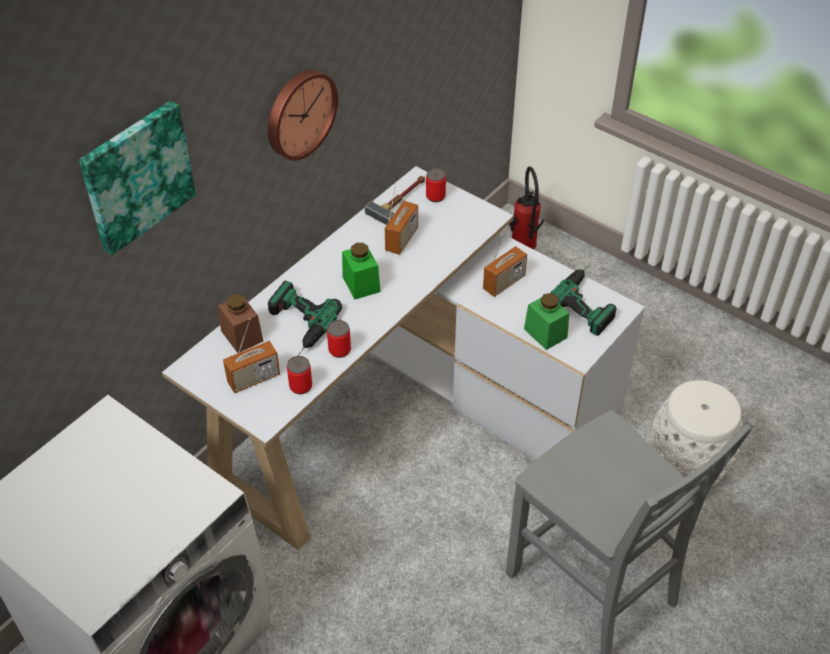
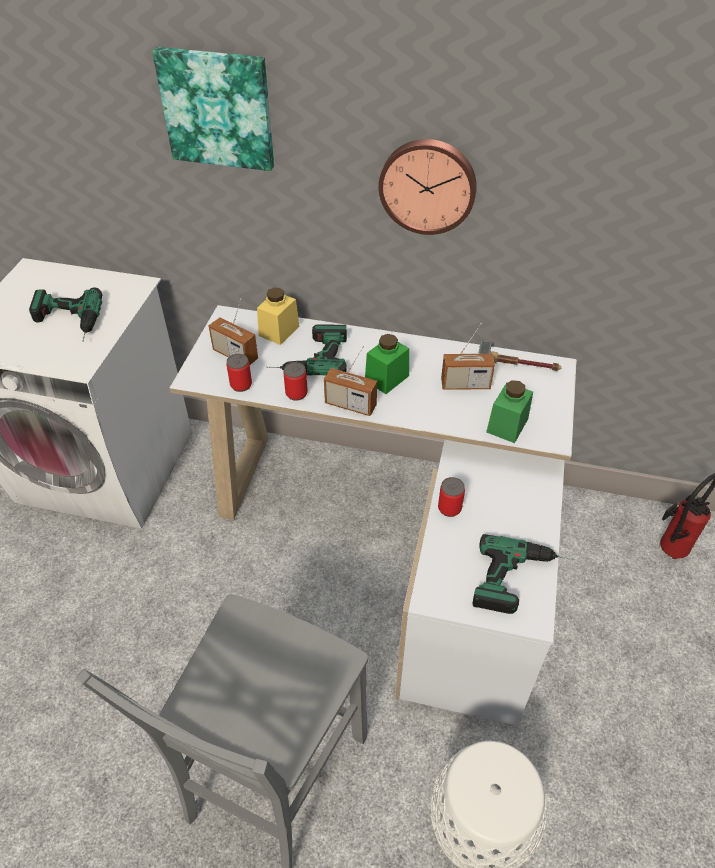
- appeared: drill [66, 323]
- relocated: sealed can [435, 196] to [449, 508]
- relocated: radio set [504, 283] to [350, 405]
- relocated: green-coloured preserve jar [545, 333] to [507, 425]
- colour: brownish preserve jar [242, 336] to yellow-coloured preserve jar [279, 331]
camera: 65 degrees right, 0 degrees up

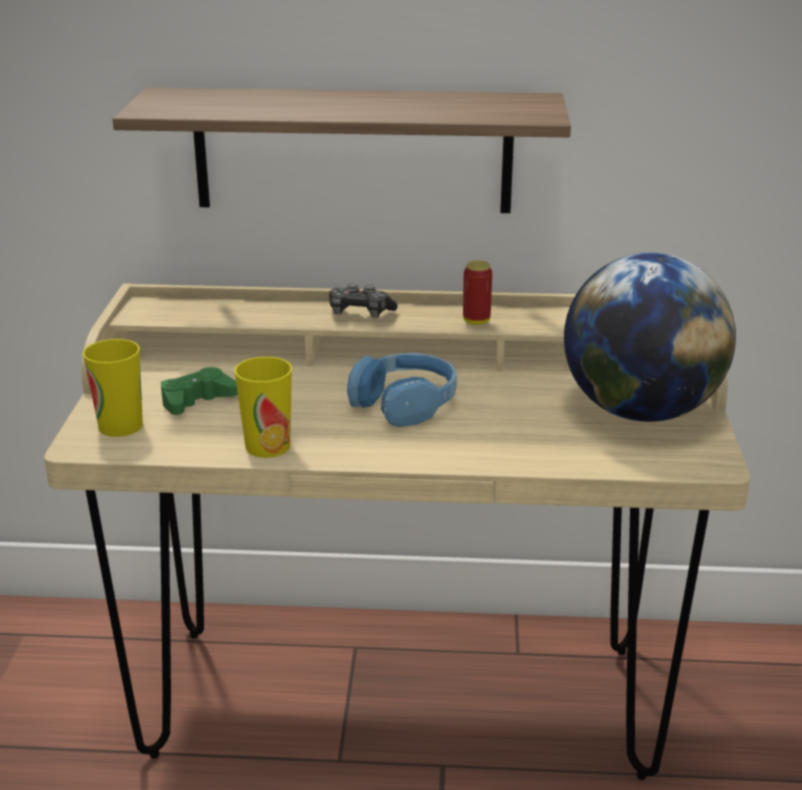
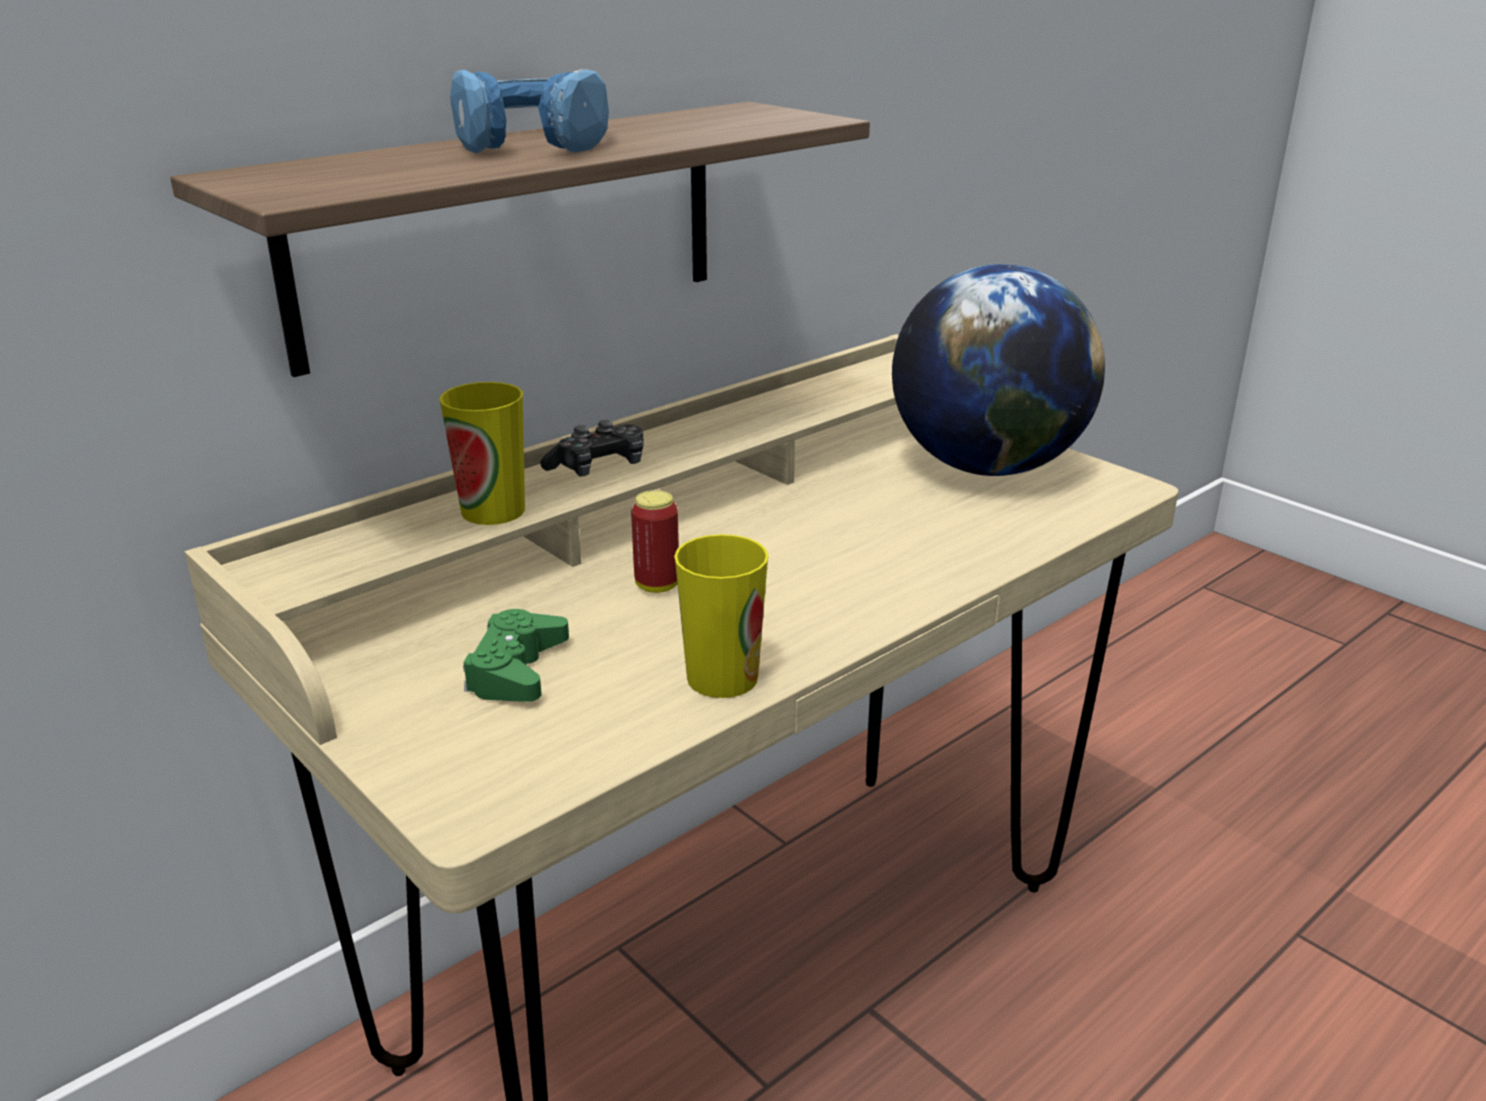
- relocated: small cup [120, 426] to [493, 510]
- relocated: bluish headset [405, 403] to [534, 142]
- relocated: sealed can [476, 321] to [657, 586]
camera: 45 degrees left, 0 degrees up

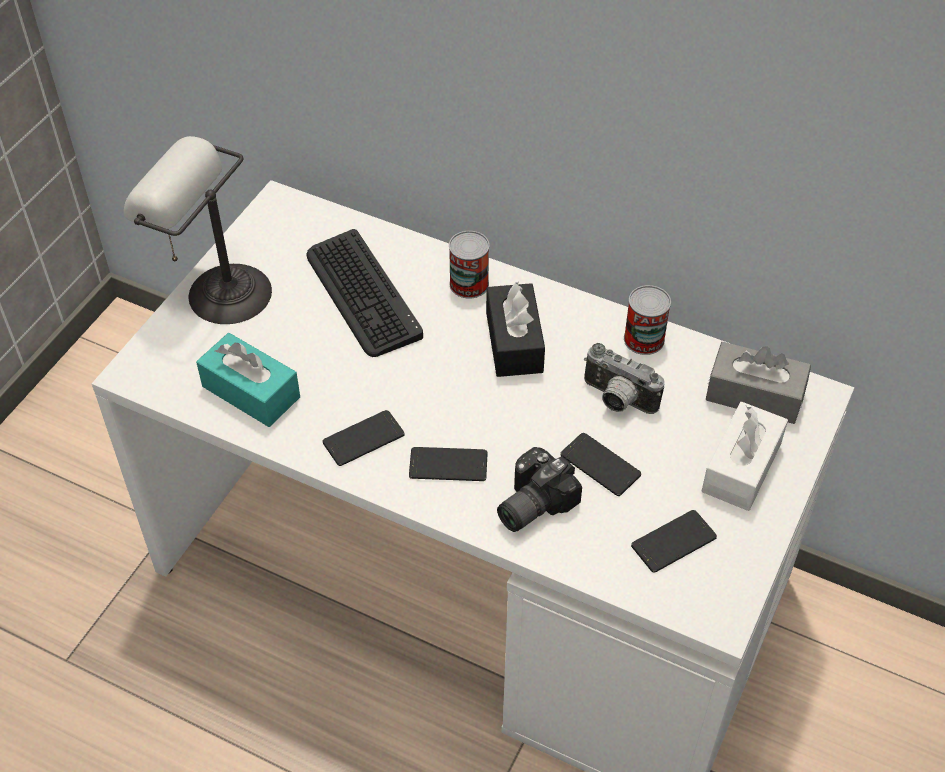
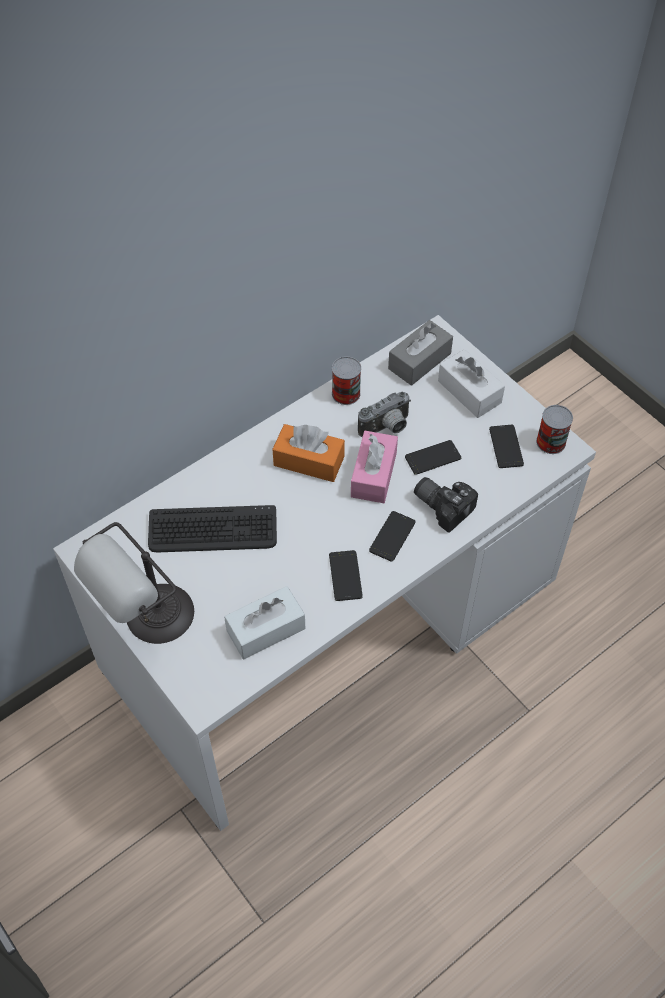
- appeared: pink-coloured box of tissues [373, 475]
- relocated: sealed can [469, 284] to [551, 442]
- colour: turquoise-coloured box of tissues [251, 392] to white box of tissues [266, 629]
- colour: blackish box of tissues [514, 342] to orangey box of tissues [309, 461]
- spun: still camera [530, 503] = [444, 505] 150 degrees clockwise
camera: 65 degrees left, 5 degrees up

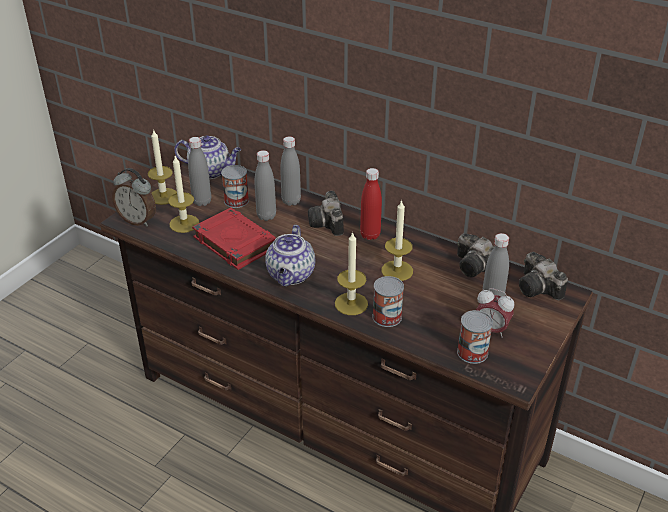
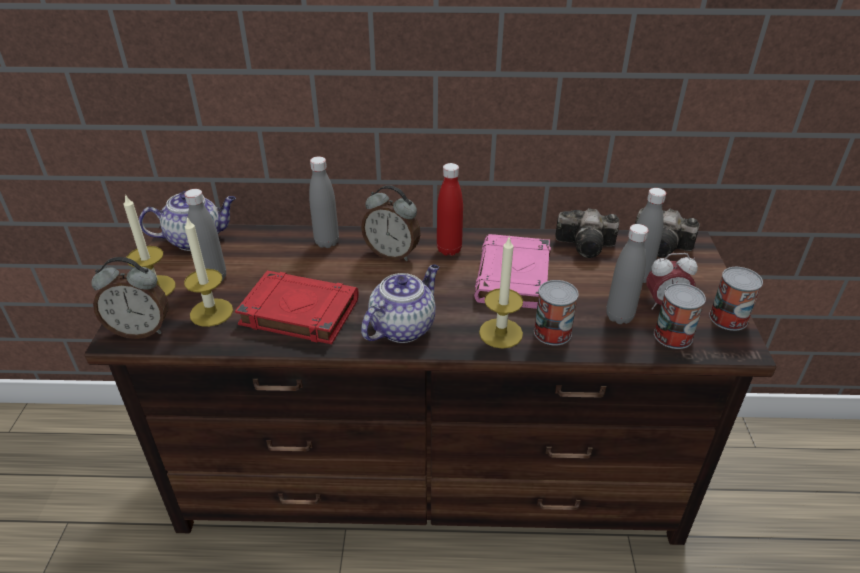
- relocated: sealed can [236, 200] to [728, 318]
- relocated: gray drink bottle [266, 216] to [619, 316]
- exchanged: still camera [328, 224] to bedside clock [392, 254]
- exchanged: wax candle [397, 271] to pink-coloured volume [513, 278]
- spun: tea pot [291, 275] = [403, 327] 120 degrees counterclockwise
camera: 30 degrees left, 0 degrees up

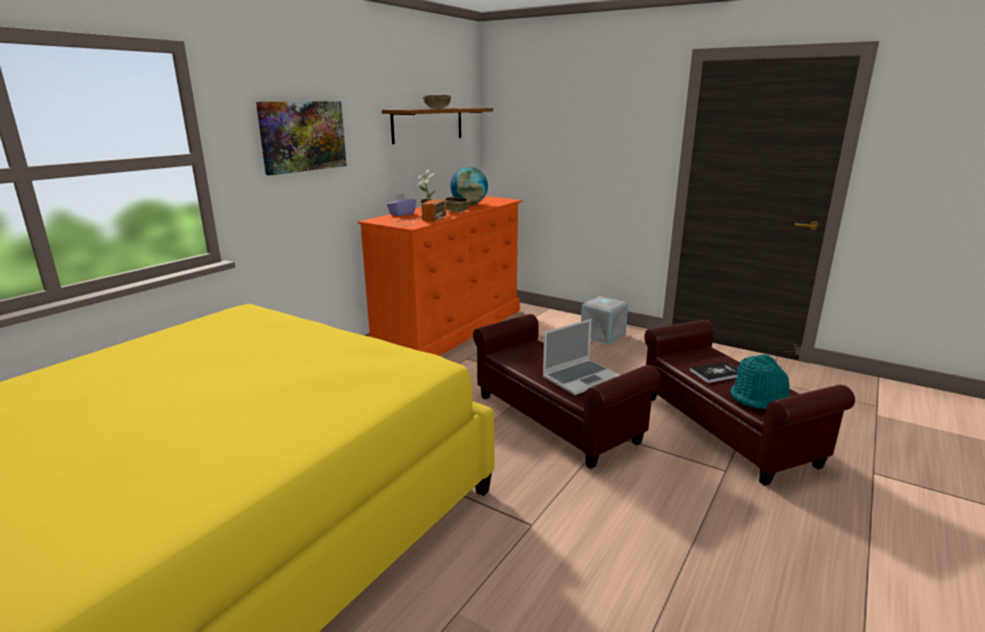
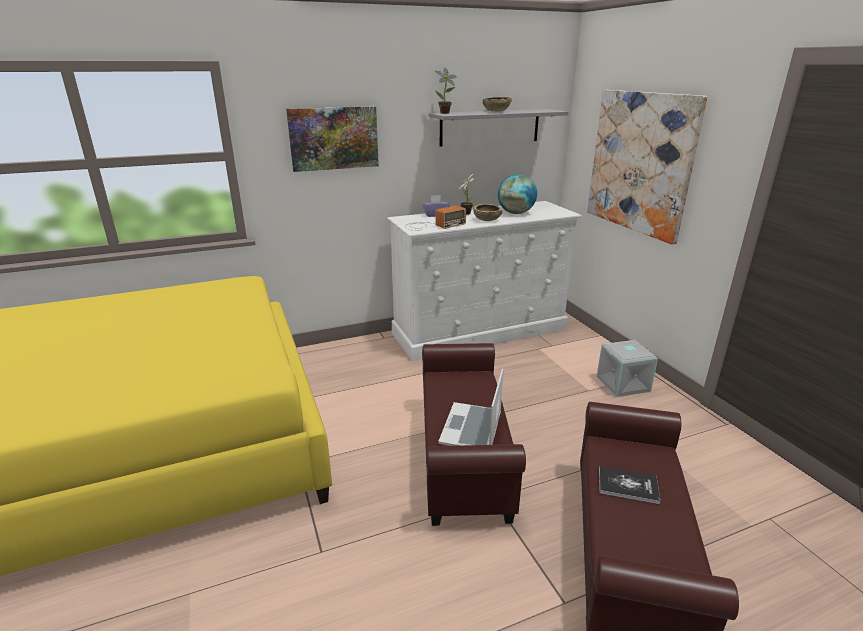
- missing: turquoise-coloured hat [759, 398]
- appeared: potted plant [446, 113]
- appeared: picture [640, 163]
- colour: orangey drawer chest [452, 329] to white drawer chest [481, 331]
- colour: brownish wall shelf [428, 124] to gray wall shelf [490, 127]
- spun: notebook computer [580, 378] = [472, 429] 105 degrees clockwise
camera: 35 degrees right, 5 degrees up

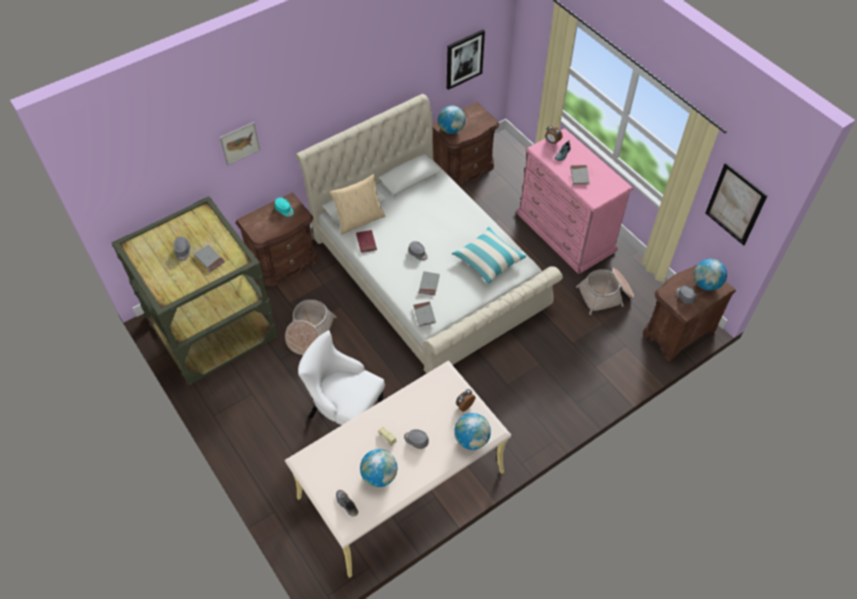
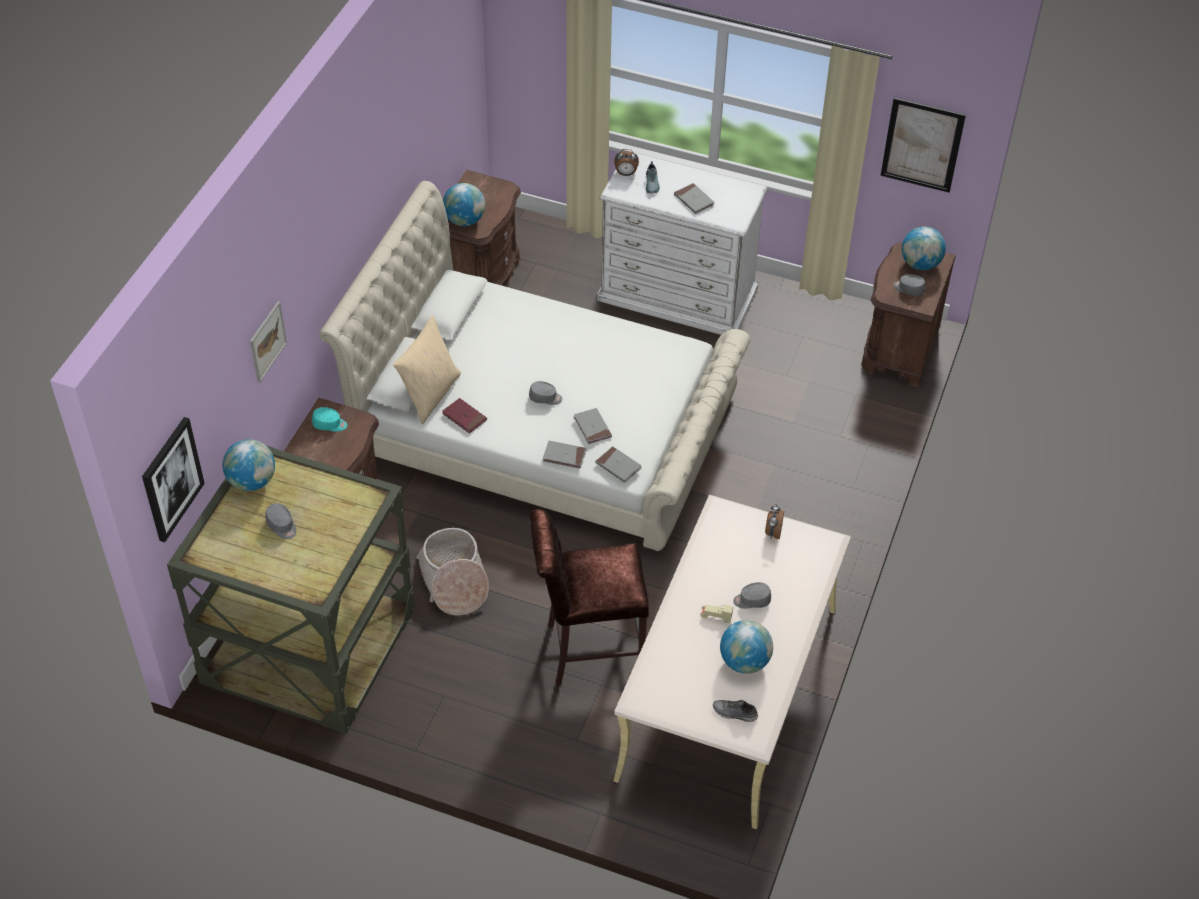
- missing: pillow [488, 260]
- missing: storage basket [605, 295]
- relocated: gray volume [209, 259] to [564, 456]
- relocated: picture [464, 59] to [171, 479]
- relocated: globe [471, 439] to [252, 481]
- exchanged: white plain chair [346, 412] to brownish sitting stool [588, 649]
- colour: pink-coloured drawer chest [566, 232] to white drawer chest [678, 294]
camera: 35 degrees left, 5 degrees down

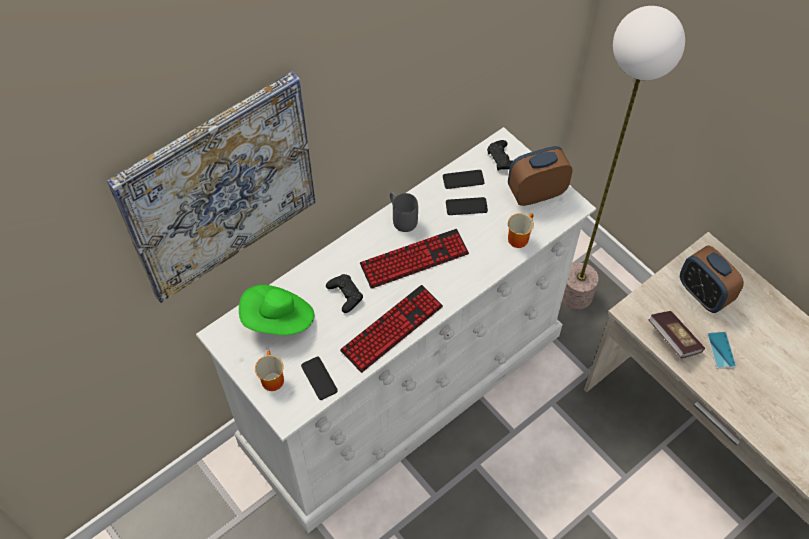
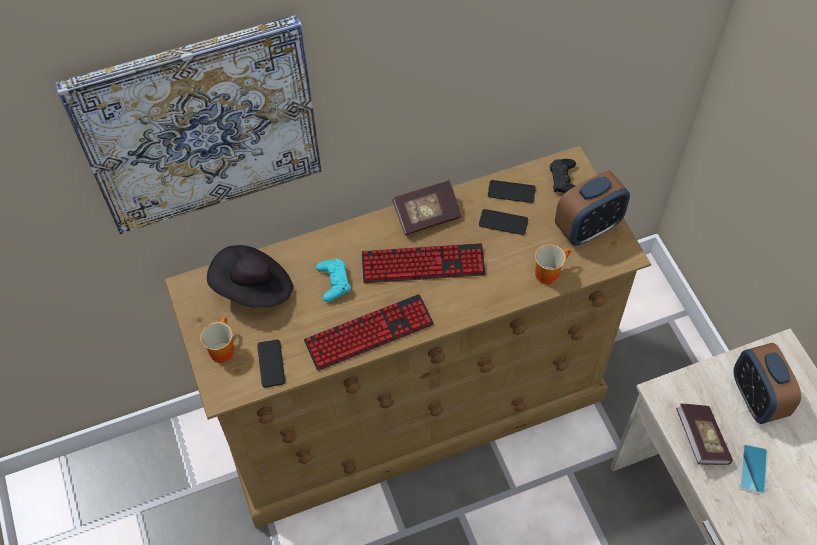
- missing: standing lamp [575, 295]
- exchanged: gray tea mug [401, 218] to volume [427, 216]
- colour: white drawer chest [406, 388] to brownish drawer chest [414, 407]
- colour: green-coloured hat [279, 320] to blackish hat [254, 289]
- colour: blackish gamepad [345, 295] to turquoise-coloured gamepad [334, 282]
- spun: bedside clock [536, 193] = [588, 228] 150 degrees clockwise
camera: 20 degrees right, 0 degrees up

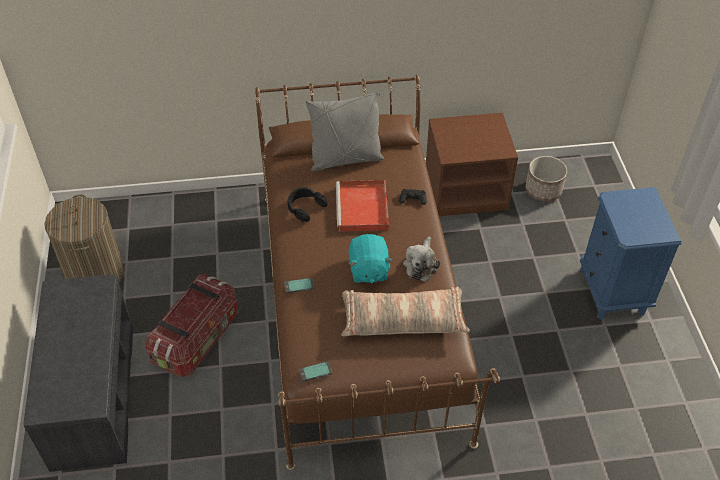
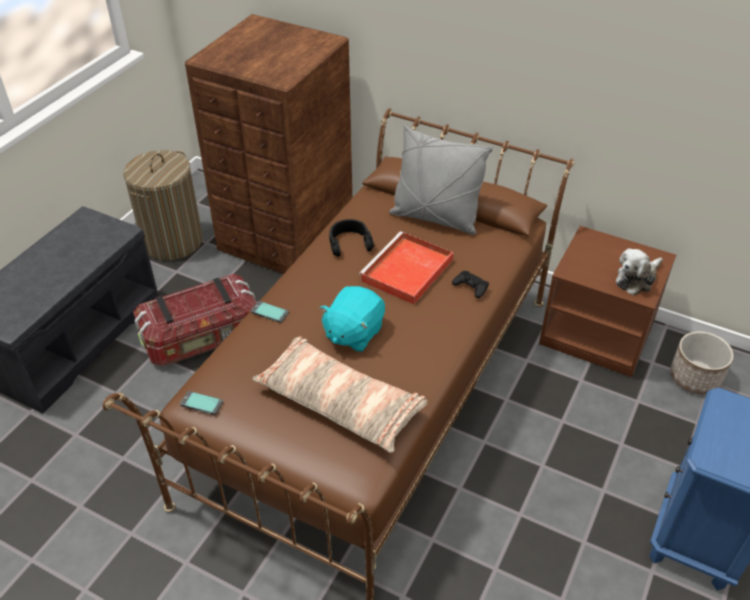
- appeared: brownish drawer chest [286, 237]
- relocated: plush toy [421, 264] to [636, 279]
camera: 35 degrees right, 5 degrees down

